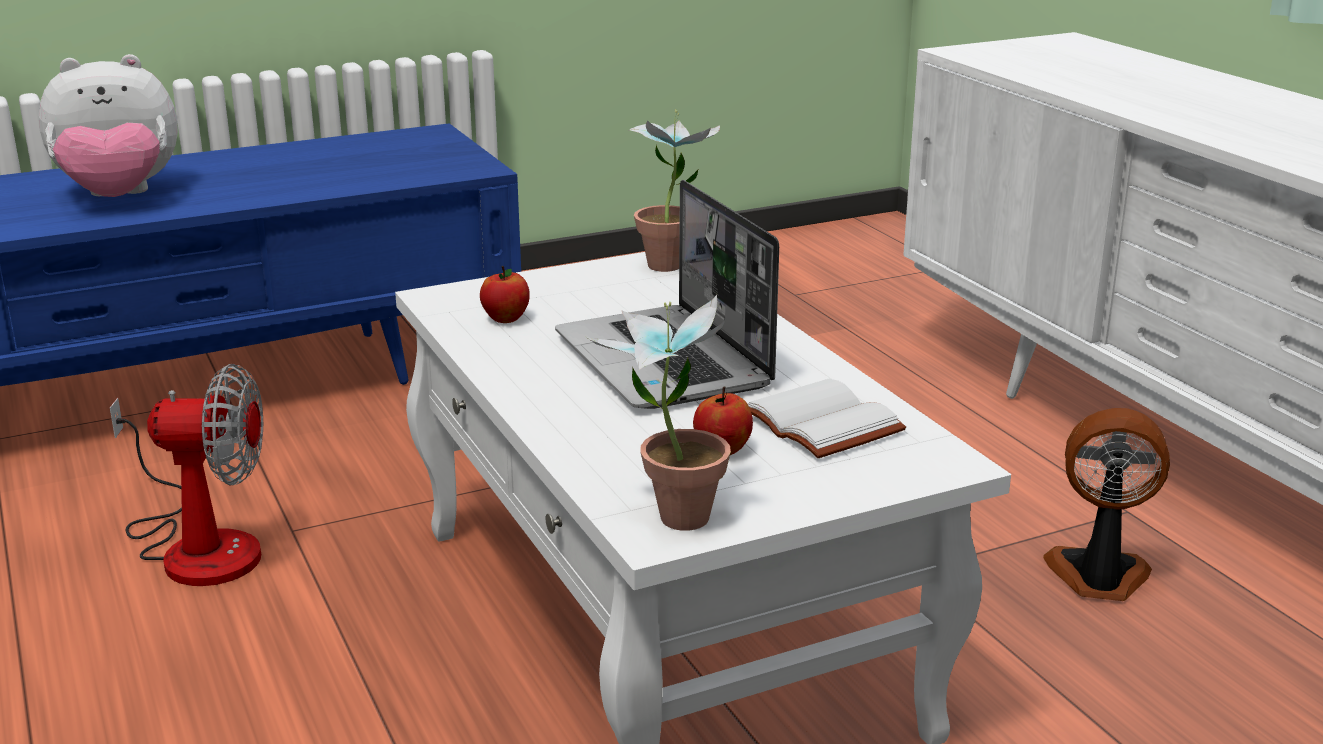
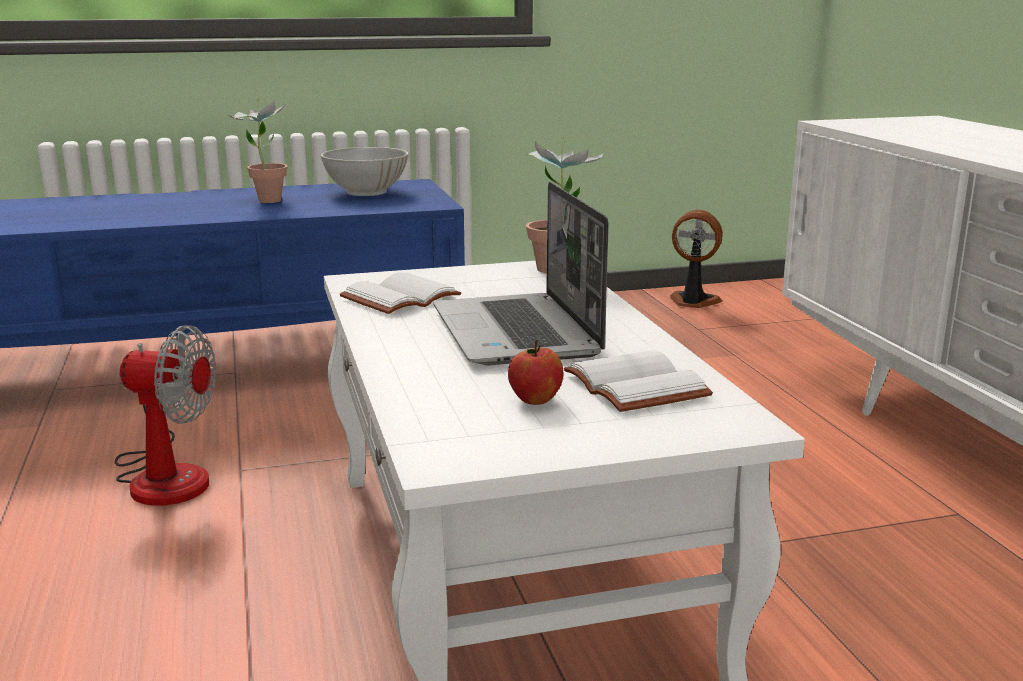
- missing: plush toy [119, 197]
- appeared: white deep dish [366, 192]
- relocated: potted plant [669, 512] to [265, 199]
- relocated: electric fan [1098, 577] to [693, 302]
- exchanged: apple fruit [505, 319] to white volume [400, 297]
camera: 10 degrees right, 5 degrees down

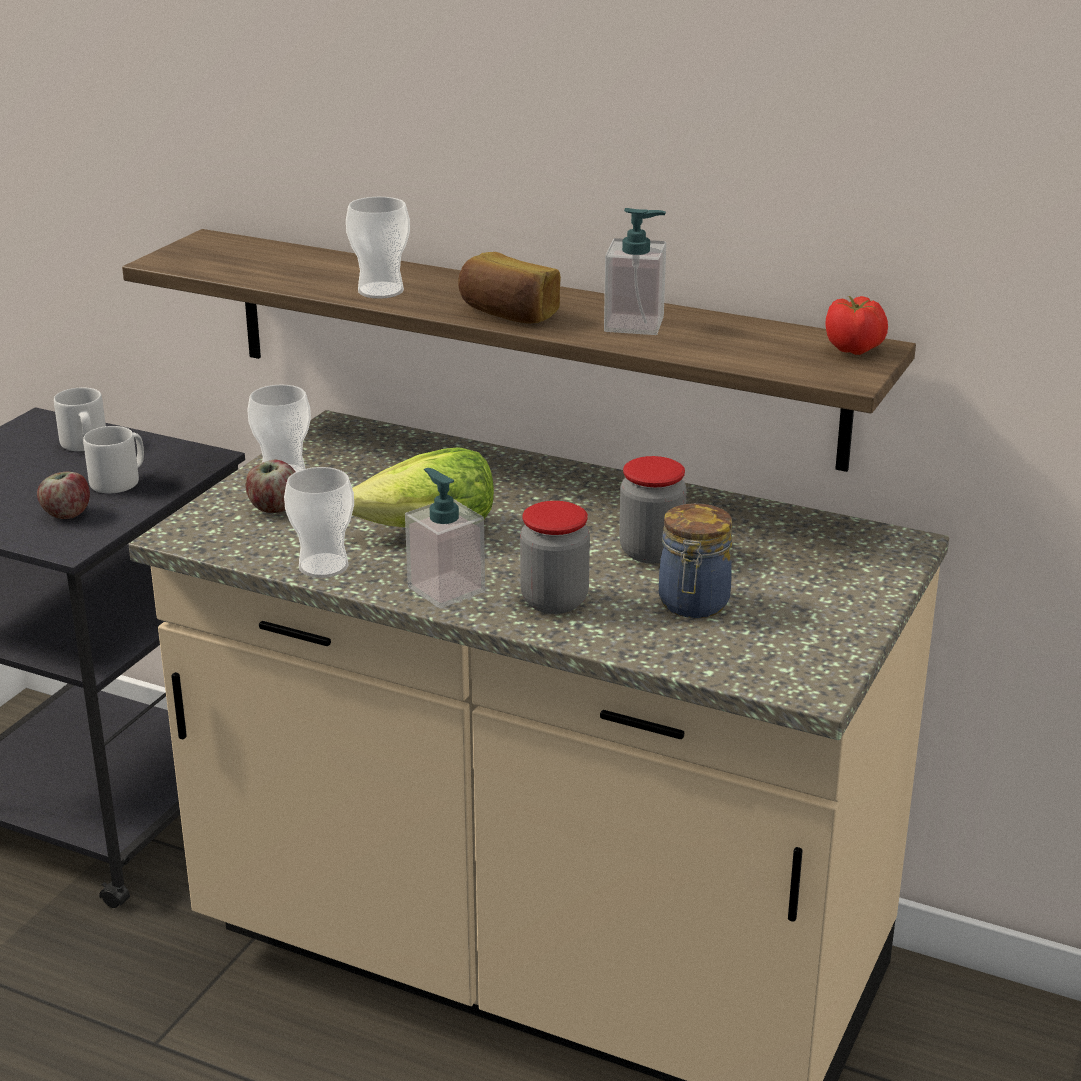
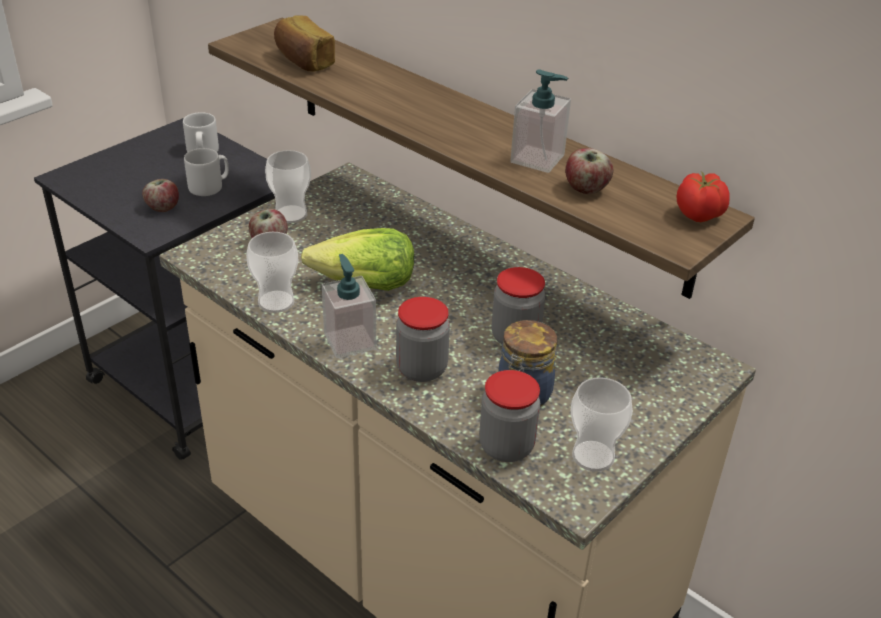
- appeared: preserve jar [506, 447]
- appeared: apple fruit [585, 189]
- relocated: small cup [380, 291] to [593, 456]
- relocated: bakery bread [507, 313] to [303, 61]
camera: 15 degrees right, 10 degrees up

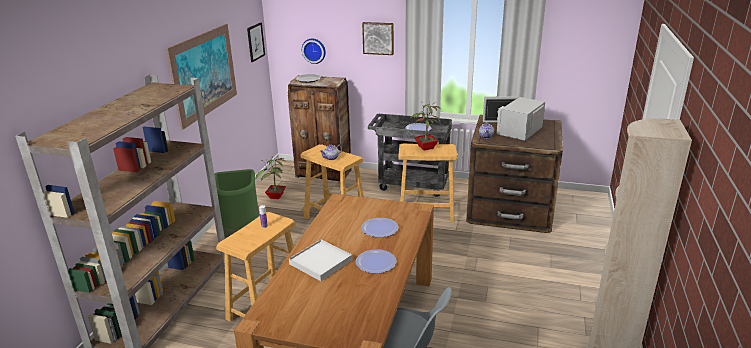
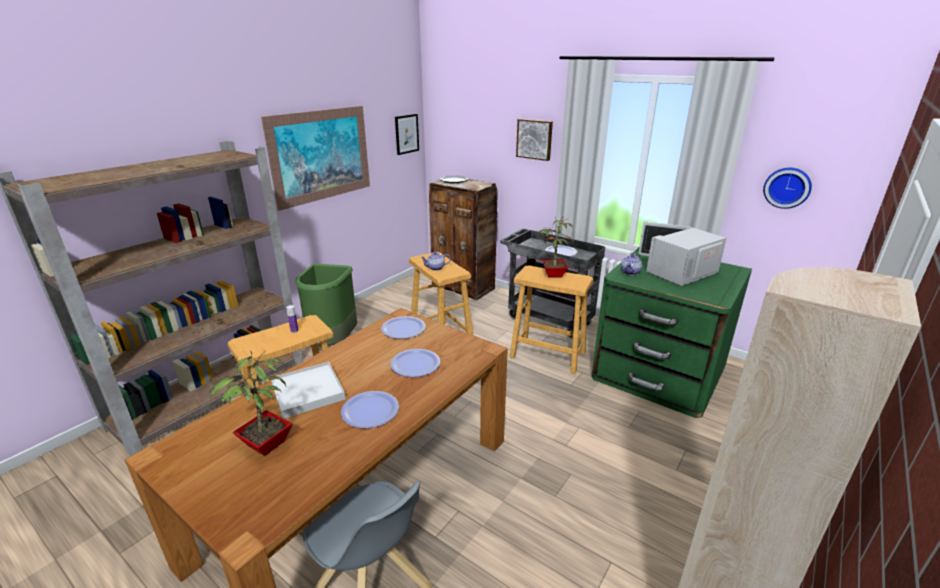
- appeared: flat dish [403, 328]
- relocated: potted plant [275, 197] to [264, 446]
- relocated: wall clock [314, 50] to [787, 187]
- colour: brownish drawer chest [511, 209] to green-coloured drawer chest [659, 373]
camera: 20 degrees right, 0 degrees up

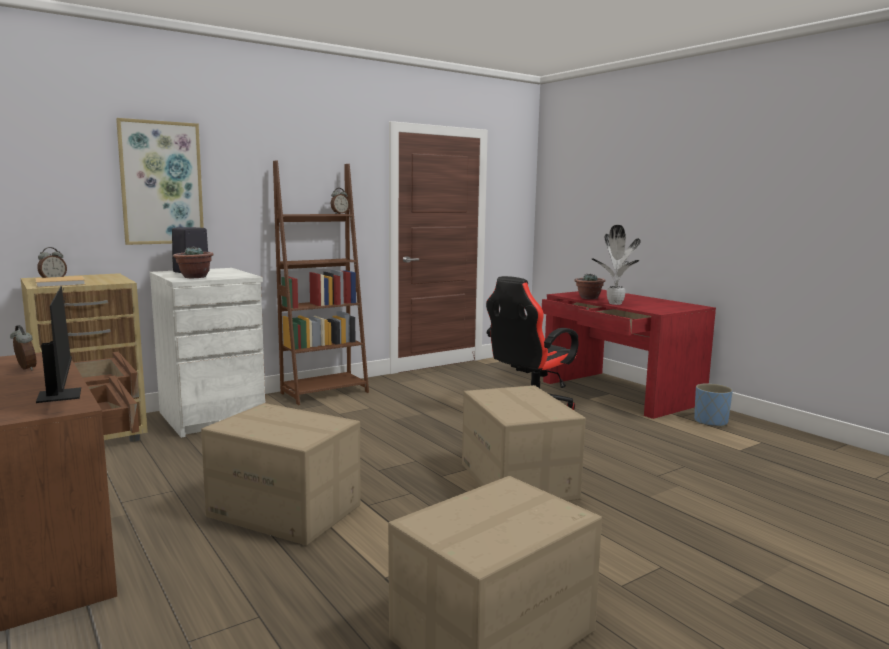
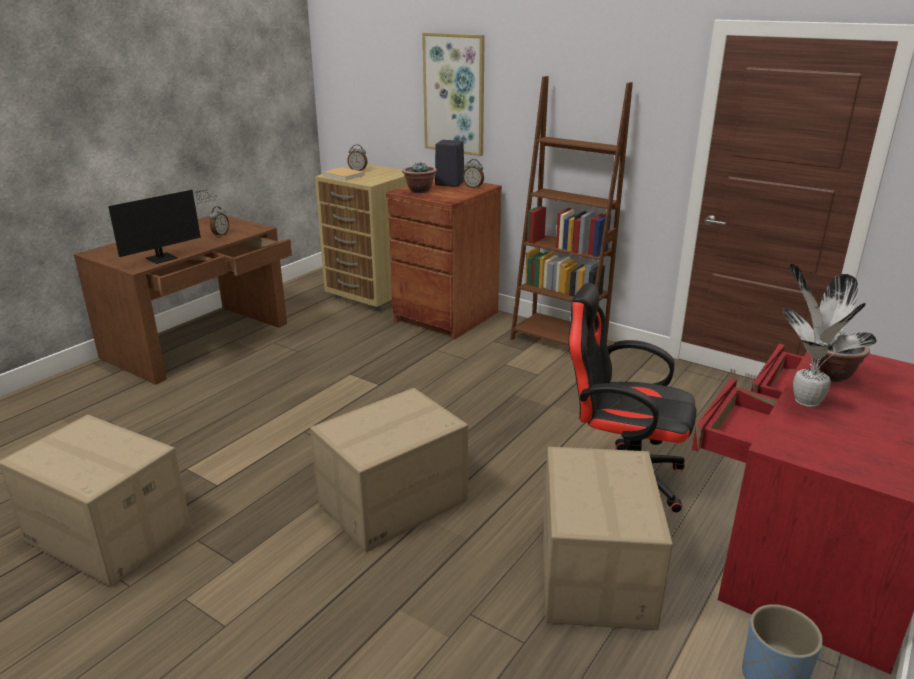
- relocated: carton [286, 510] to [596, 573]
- relocated: bedside clock [339, 213] to [473, 187]
- colour: white drawer chest [213, 417] to brownish drawer chest [447, 317]
camera: 70 degrees right, 15 degrees up

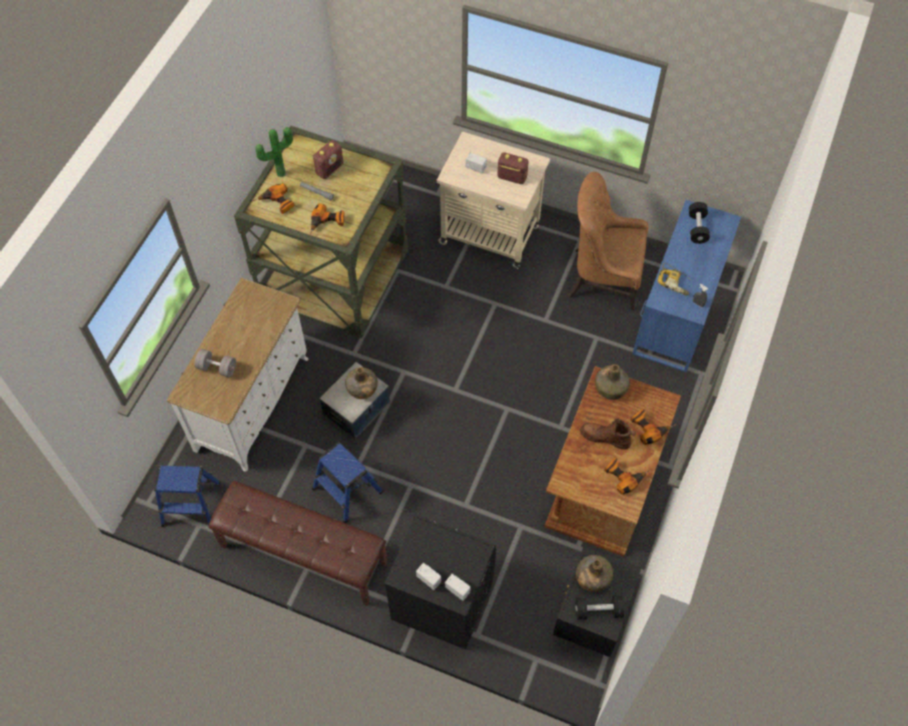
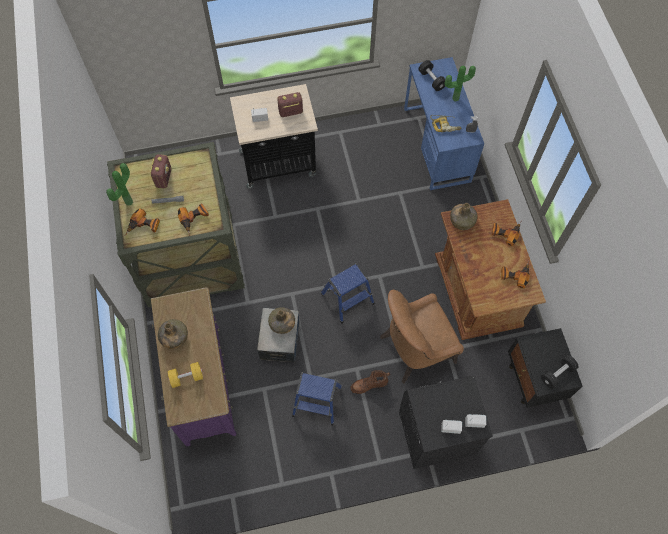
- missing: brownish long seat [303, 555]
- appeared: potted plant [455, 97]
- relocated: bluish step stool [191, 503] to [347, 298]
- relocated: brownish plain chair [603, 278] to [416, 349]
- relocated: green-coloured drink bottle [592, 577] to [174, 337]
- relocated: brownish tall boot [605, 437] to [369, 384]
- colour: white drawer chest [254, 404] to purple drawer chest [204, 383]
- colour: gray hand weight [217, 368] to yellow-coloured hand weight [187, 377]
- colour: beige trolley [490, 235] to blackish trolley [278, 163]
camera: 35 degrees left, 5 degrees up

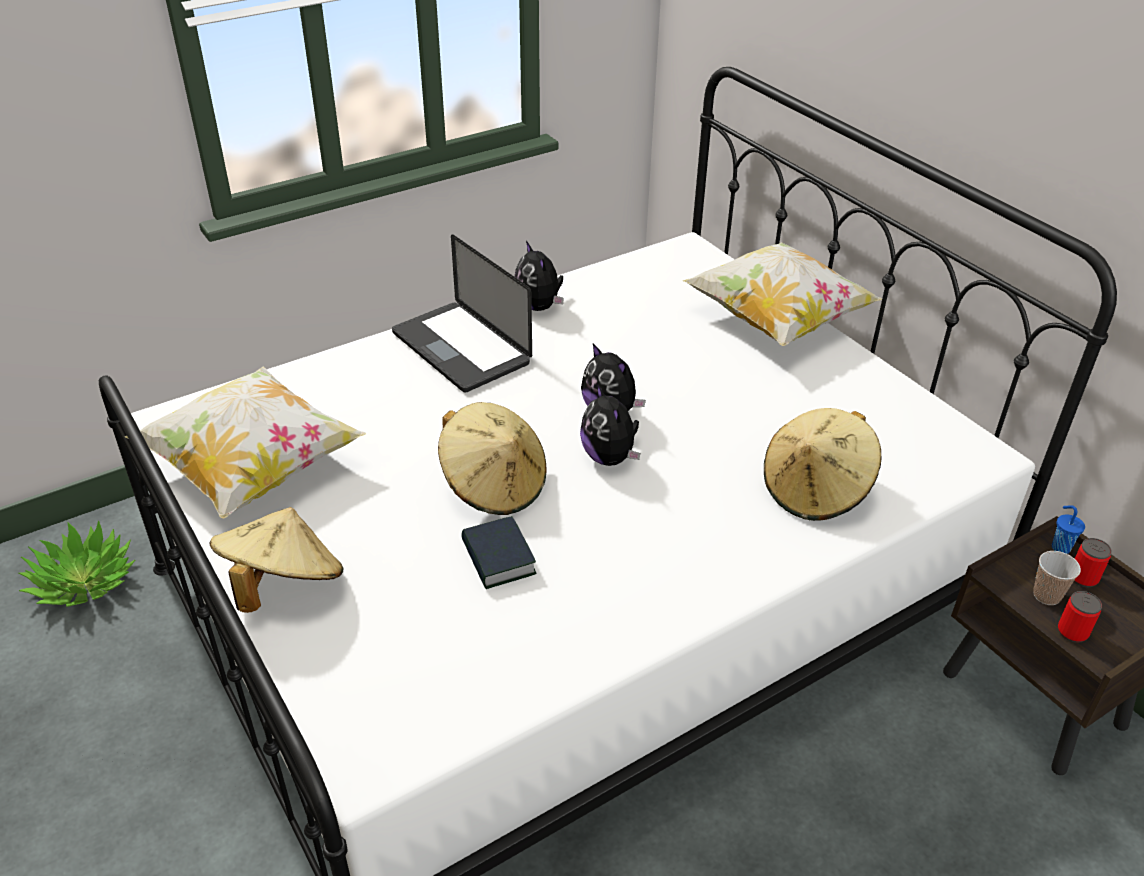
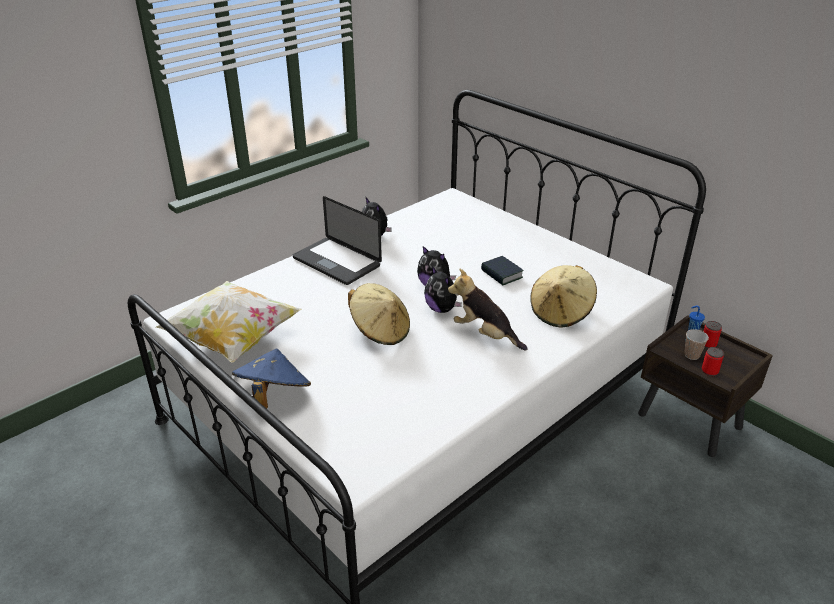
- missing: potted plant [84, 582]
- missing: pillow [776, 320]
- appeared: plush toy [485, 334]
- relocated: volume [498, 558] to [501, 274]
- colour: beige hat [283, 585] to bluish hat [273, 397]
camera: 10 degrees left, 5 degrees down

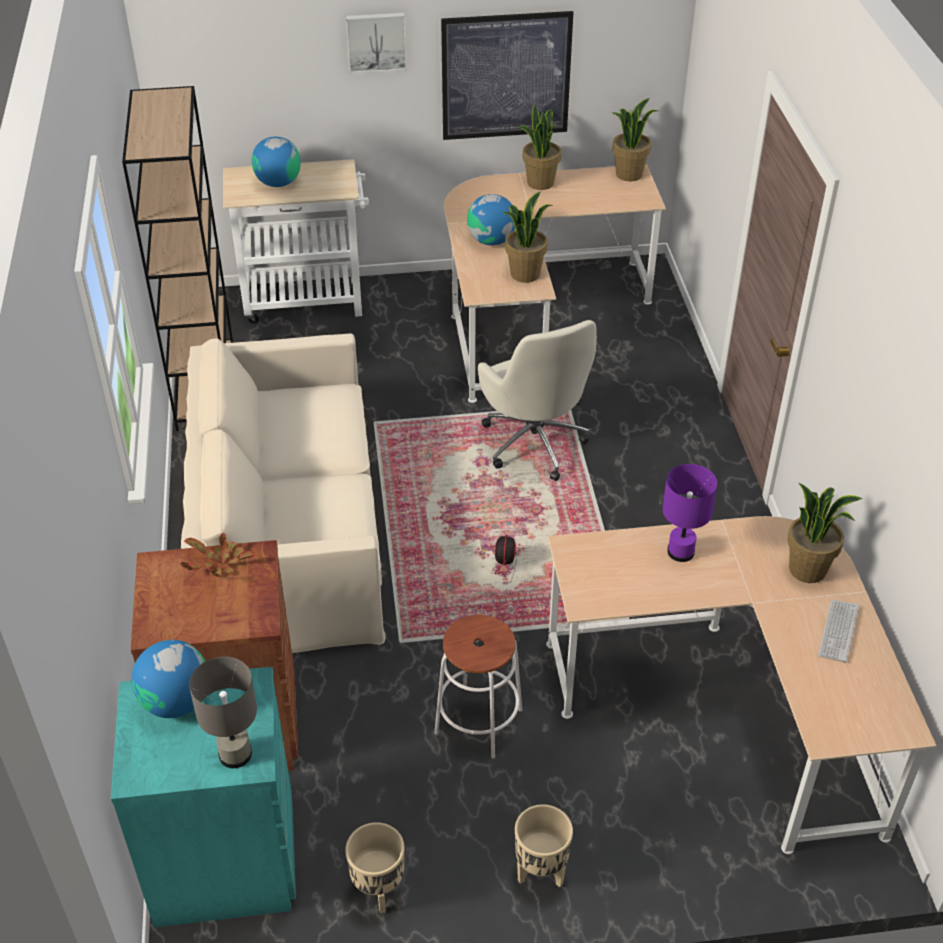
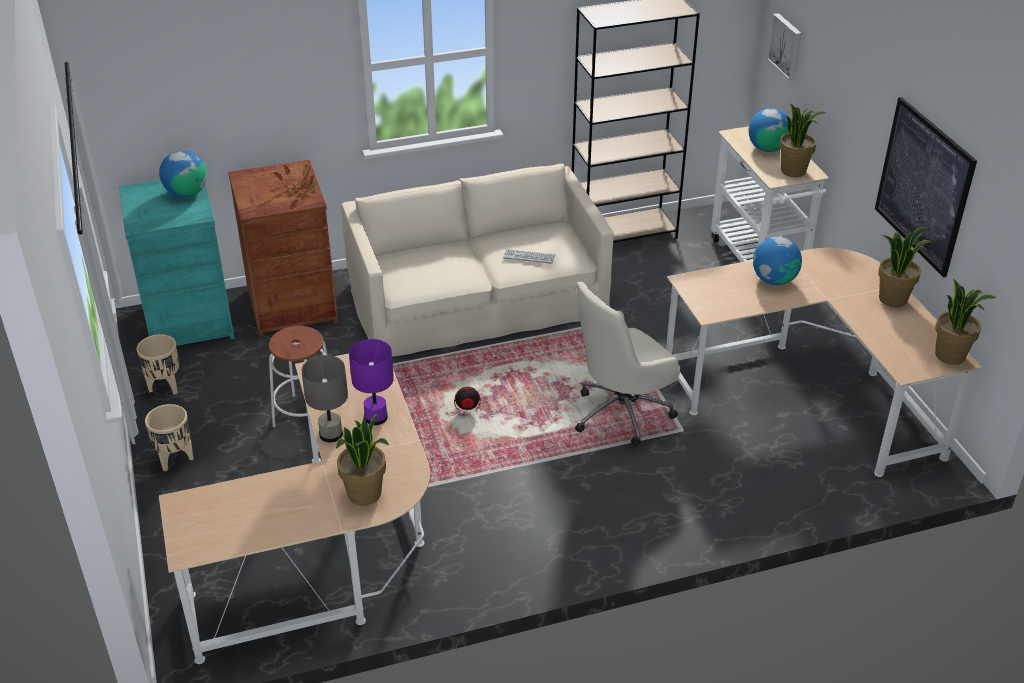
- relocated: gray tabletop lamp [234, 755] to [330, 434]
- relocated: picture [376, 41] to [786, 46]
- relocated: potted plant [525, 274] to [793, 170]
- relocated: computer keyboard [838, 631] to [529, 257]
camera: 80 degrees right, 5 degrees down

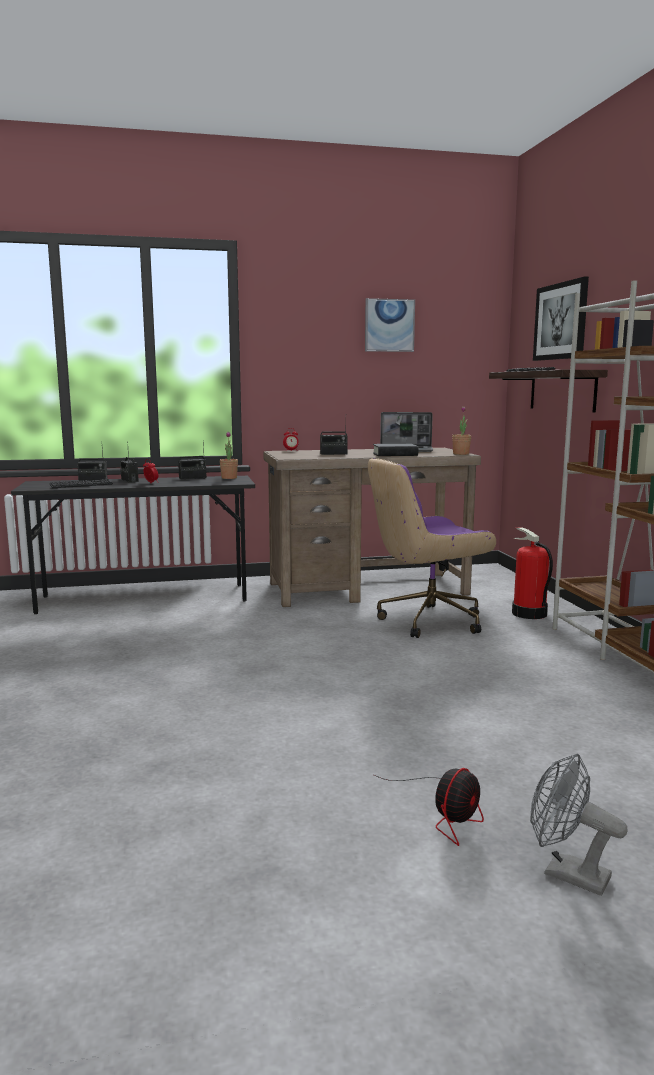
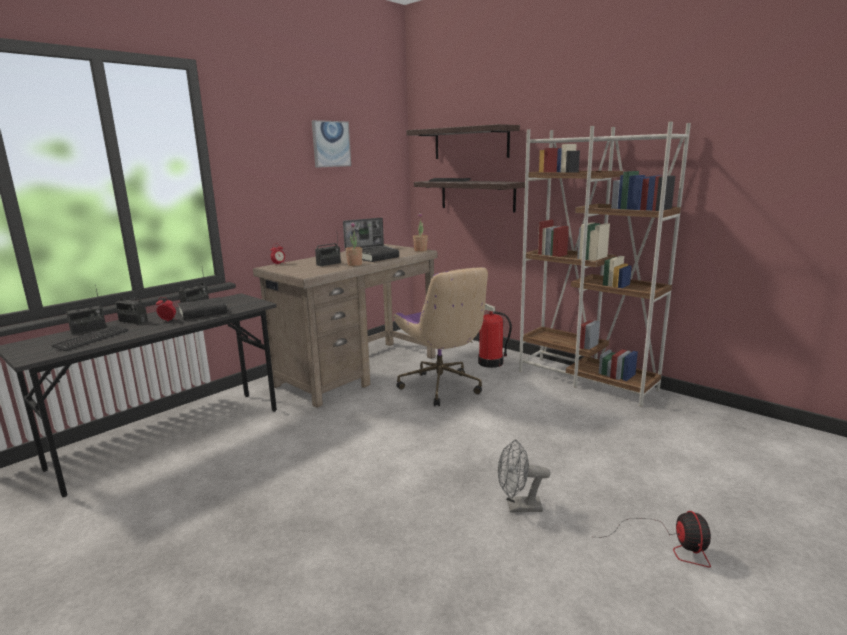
- appeared: blackish volume [203, 313]
- relocated: potted plant [229, 478] to [354, 264]
- relocated: gray electric fan [566, 873] to [518, 507]
- exchanged: picture [561, 321] to wall shelf [471, 143]
- spun: purple office chair [427, 622] = [441, 389] 60 degrees counterclockwise
camera: 35 degrees left, 5 degrees up

